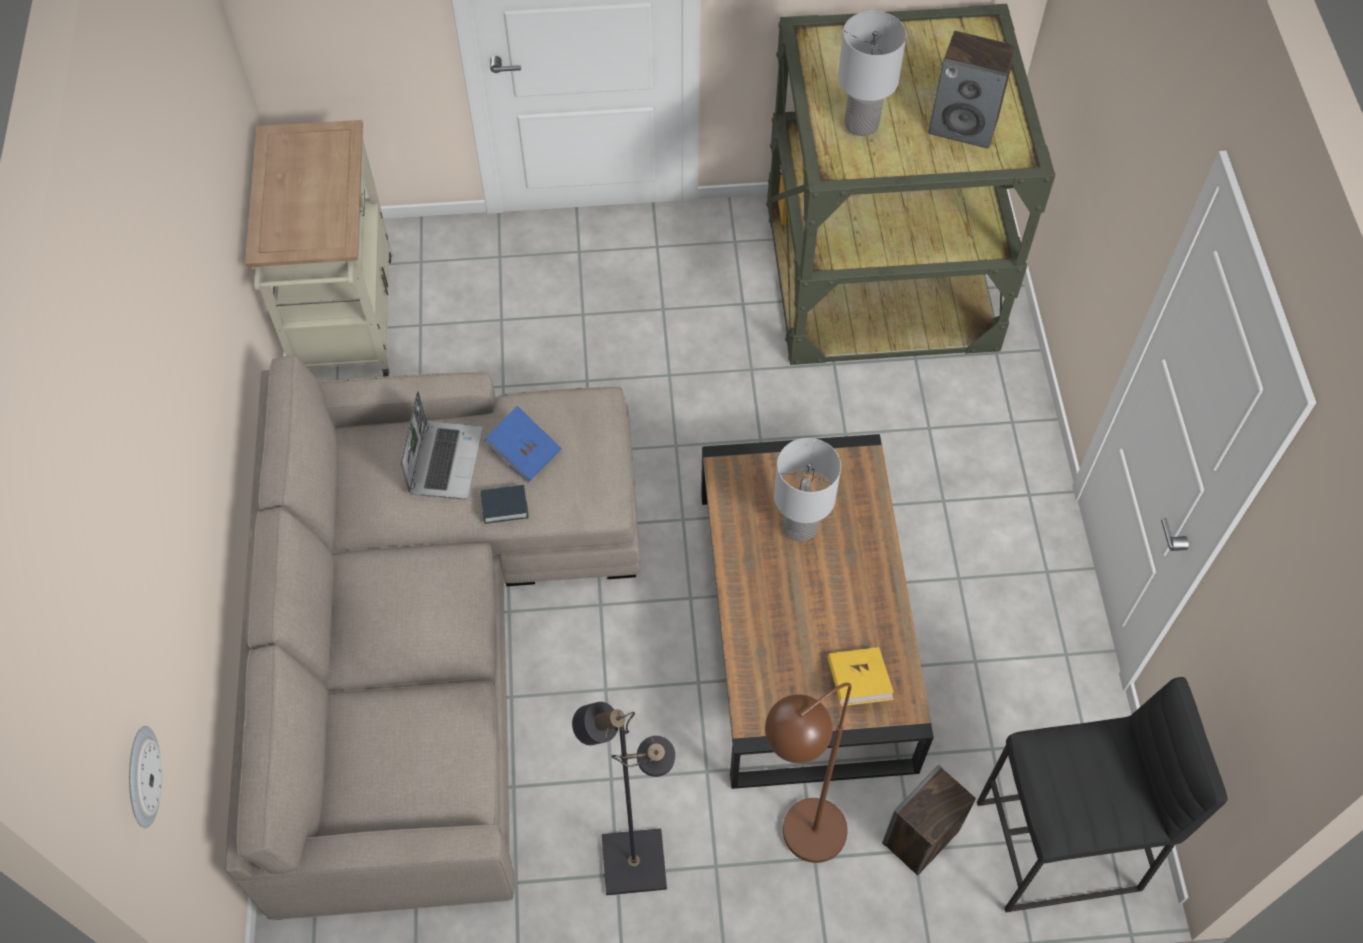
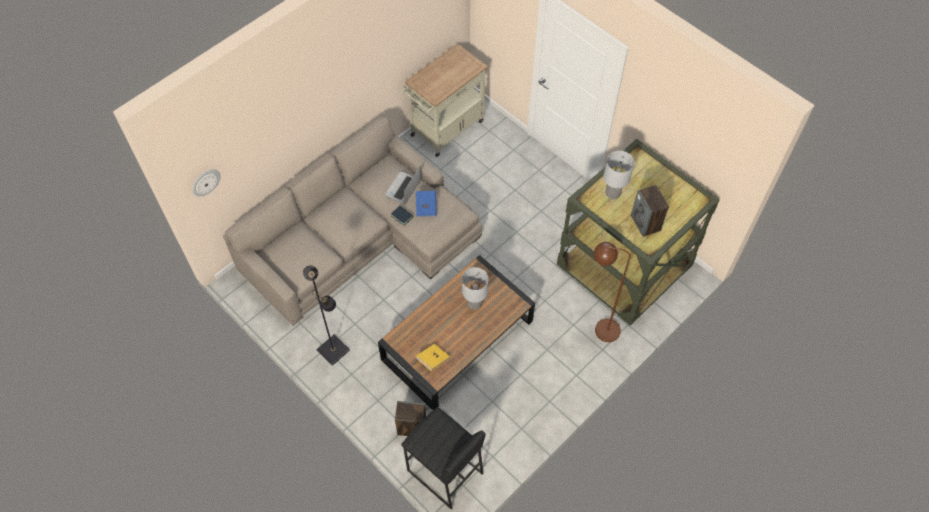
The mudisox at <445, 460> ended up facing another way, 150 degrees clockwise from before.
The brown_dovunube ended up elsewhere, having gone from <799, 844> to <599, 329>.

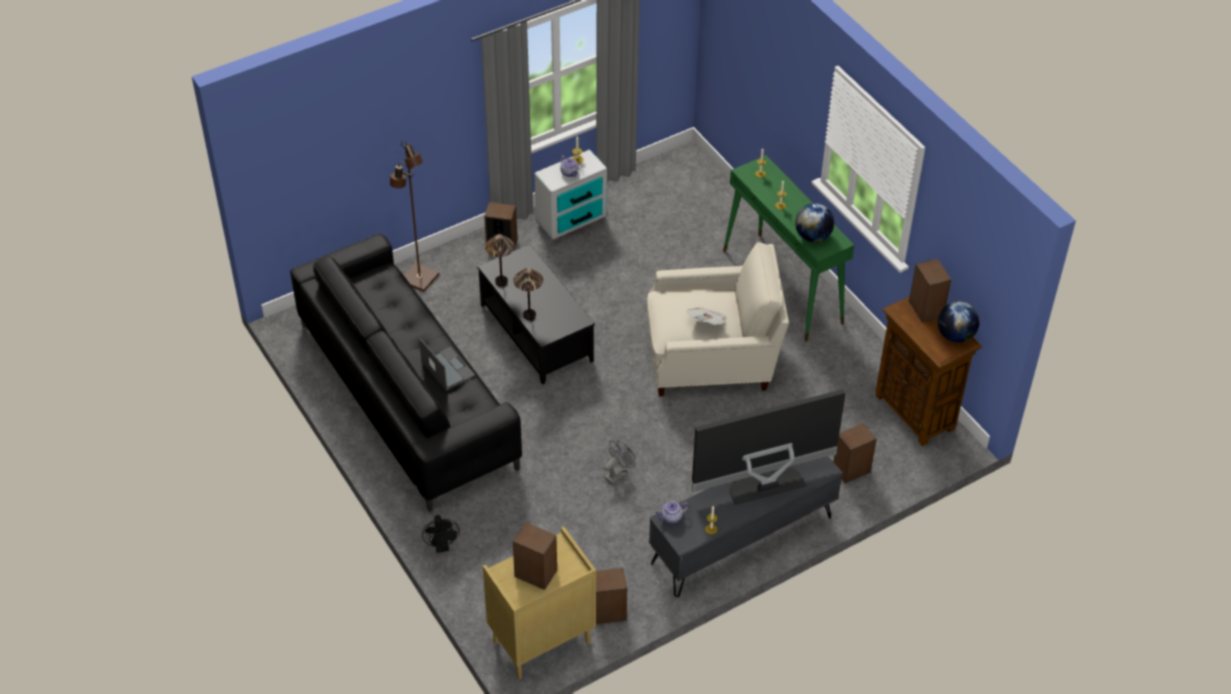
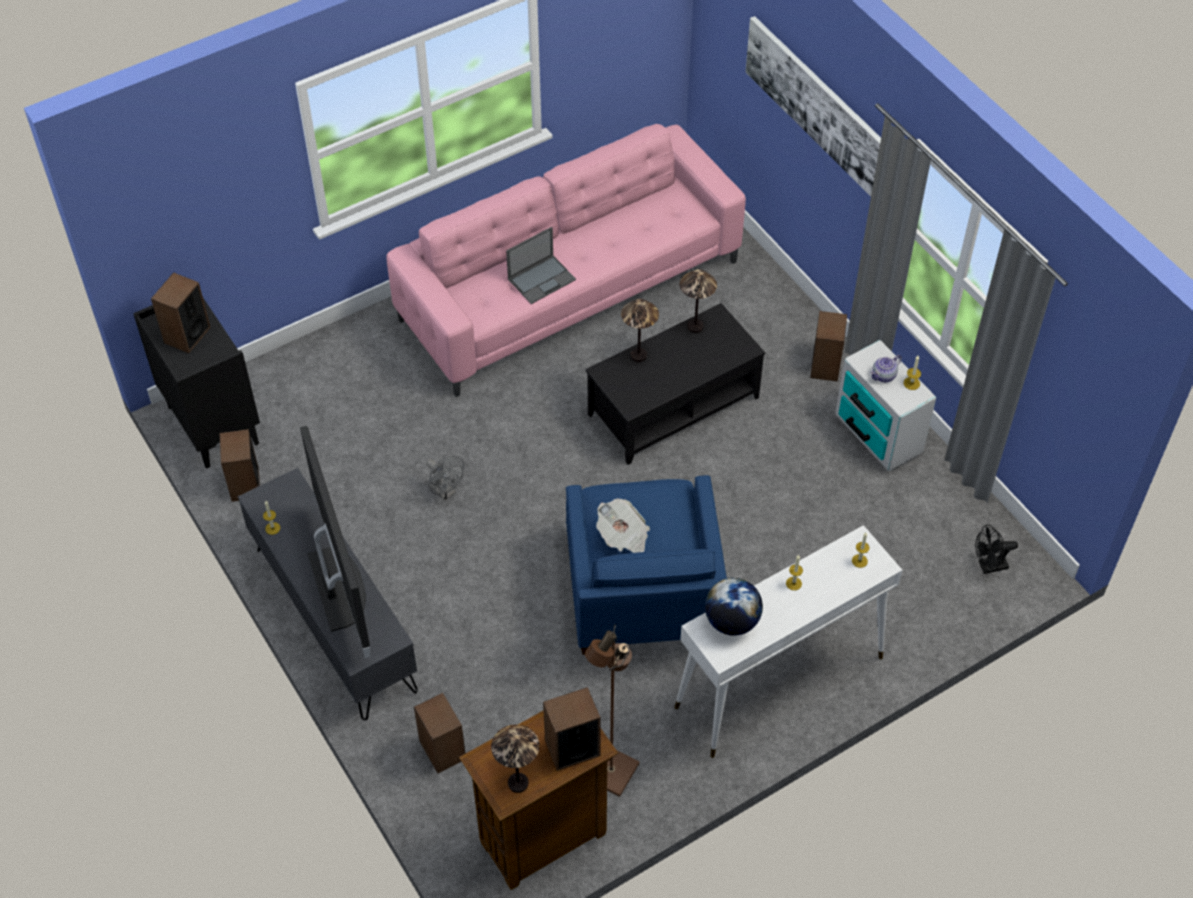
The brown_dovunube ended up elsewhere, having gone from <419, 278> to <611, 770>.
What was the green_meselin at <782, 287> turned into the white_meselin at <778, 683>.
What was the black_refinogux at <406, 395> turned into the pink_refinogux at <569, 290>.
What was the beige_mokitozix at <711, 355> turned into the blue_mokitozix at <643, 593>.
Where the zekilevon stood at <955, 336>, the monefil came to stand at <518, 783>.
The second view lost the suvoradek at <671, 517>.
The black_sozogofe ended up elsewhere, having gone from <442, 546> to <989, 566>.
What was the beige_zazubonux at <541, 642> turned into the black_zazubonux at <212, 424>.
The second view gained the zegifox at <814, 104>.

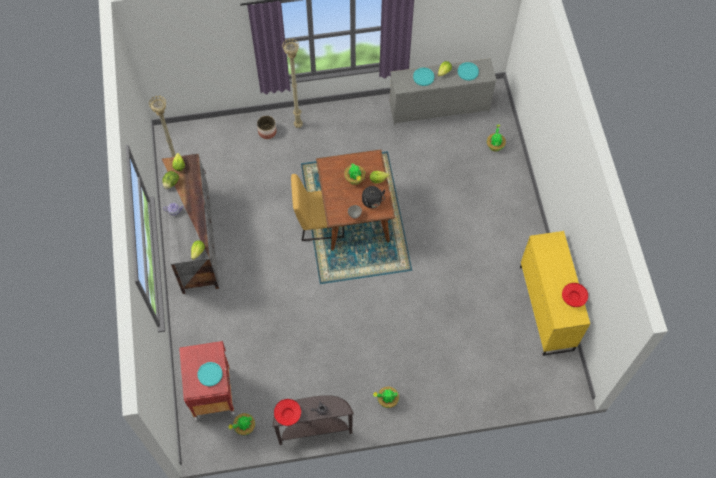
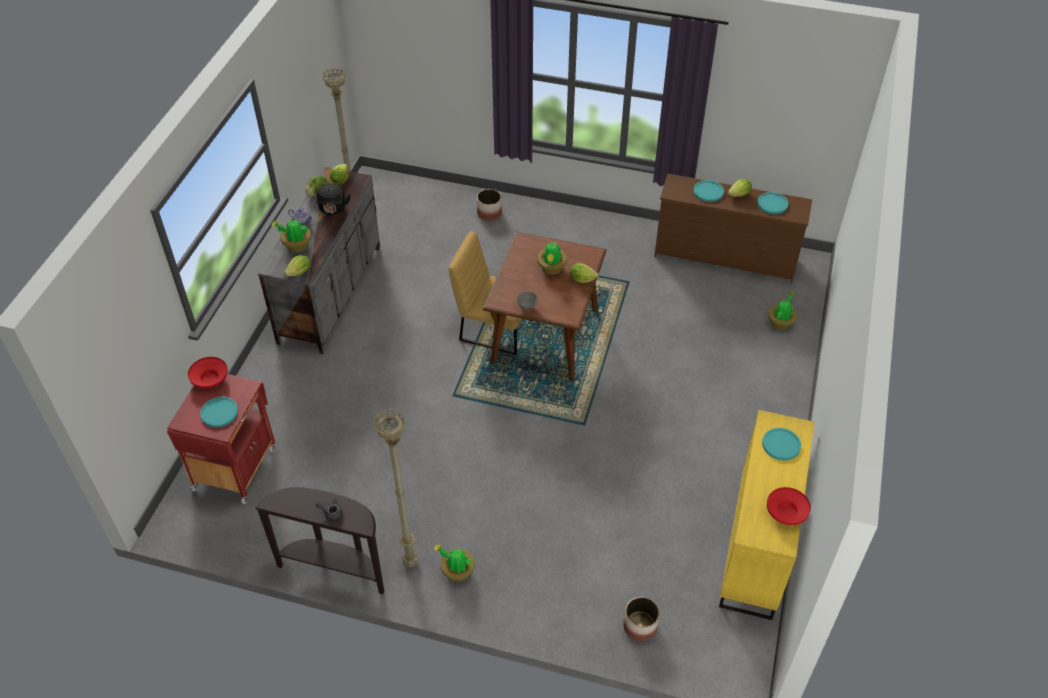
The beige_dovunube ended up elsewhere, having gone from <298, 126> to <411, 563>.
What was the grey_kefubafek at <439, 108> turned into the brown_kefubafek at <724, 258>.
The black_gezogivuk ended up elsewhere, having gone from <372, 202> to <333, 209>.
The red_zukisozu ended up elsewhere, having gone from <288, 414> to <210, 379>.
The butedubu ended up elsewhere, having gone from <244, 427> to <296, 246>.
The second view gained the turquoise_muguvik at <781, 445>.
The second view gained the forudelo at <640, 626>.

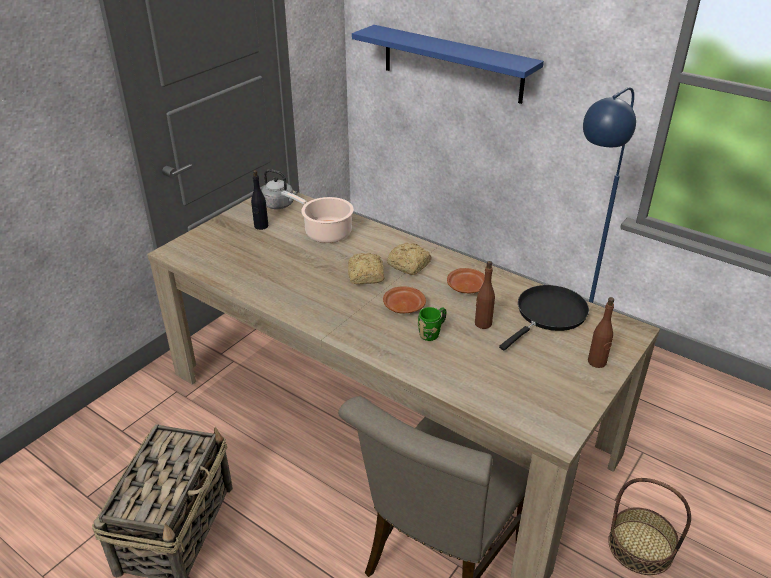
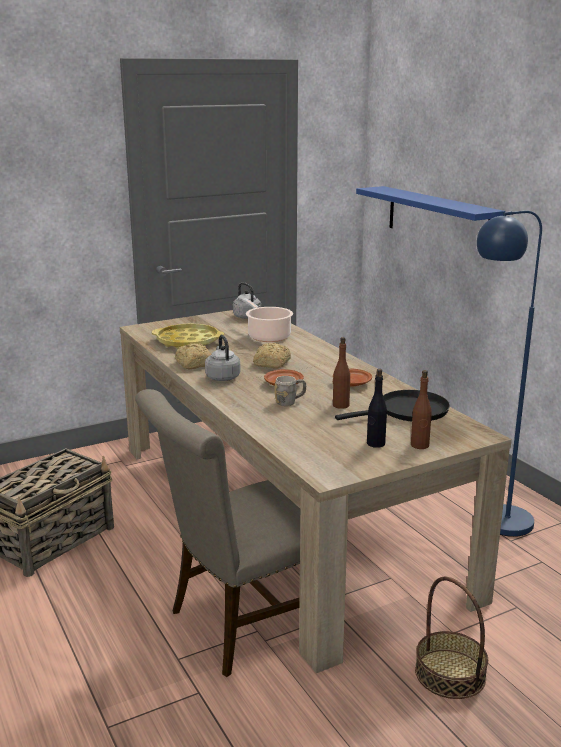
The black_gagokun ended up elsewhere, having gone from <261, 226> to <375, 444>.
The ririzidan ended up elsewhere, having gone from <409, 266> to <194, 364>.
What was the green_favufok at <432, 332> turned into the grey_favufok at <290, 402>.
The second view gained the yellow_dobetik at <188, 341>.
The second view gained the grey_gezogivuk at <222, 377>.

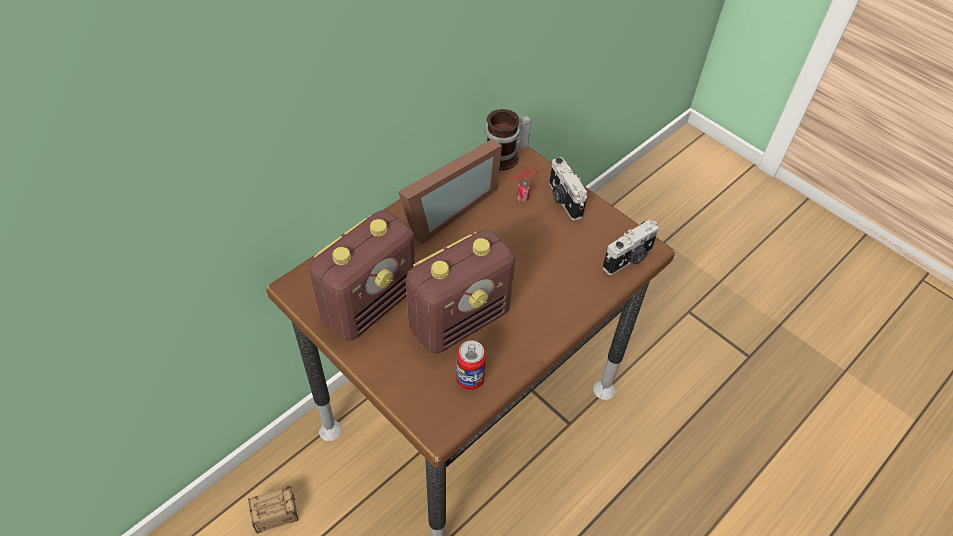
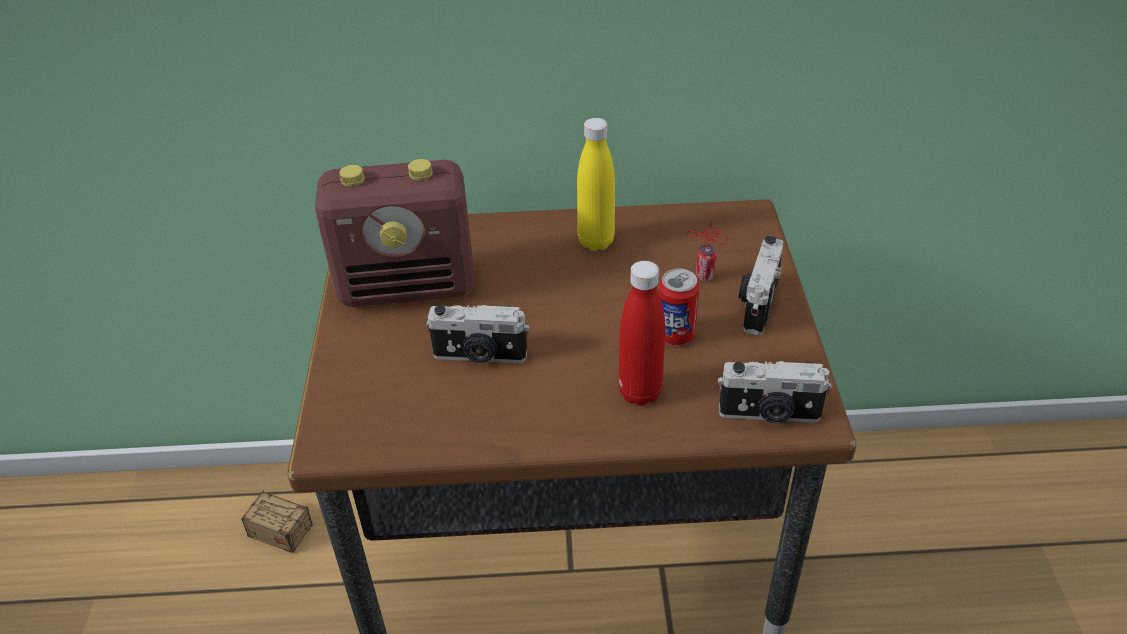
The second view lost the favufok at <505, 157>.
Where the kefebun stood at <444, 210>, the yellow_gagokun came to stand at <596, 241>.
Where the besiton stood at <460, 320>, the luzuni came to stand at <480, 356>.
The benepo ended up elsewhere, having gone from <470, 379> to <675, 335>.
The second view gained the red_gagokun at <640, 393>.

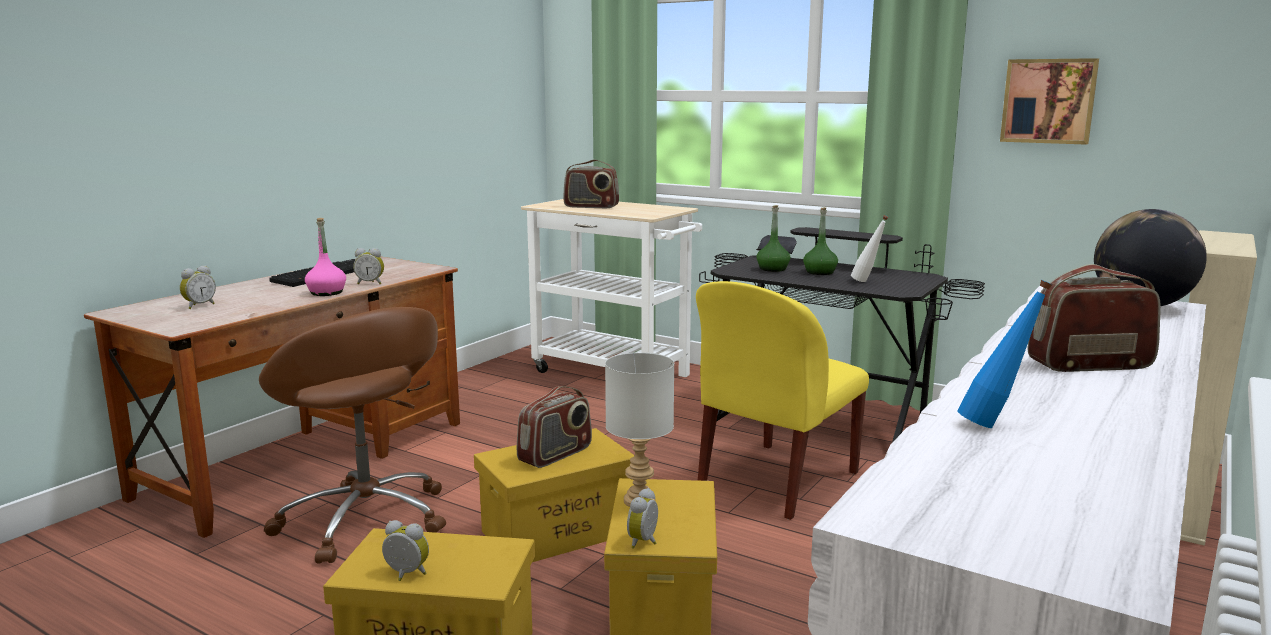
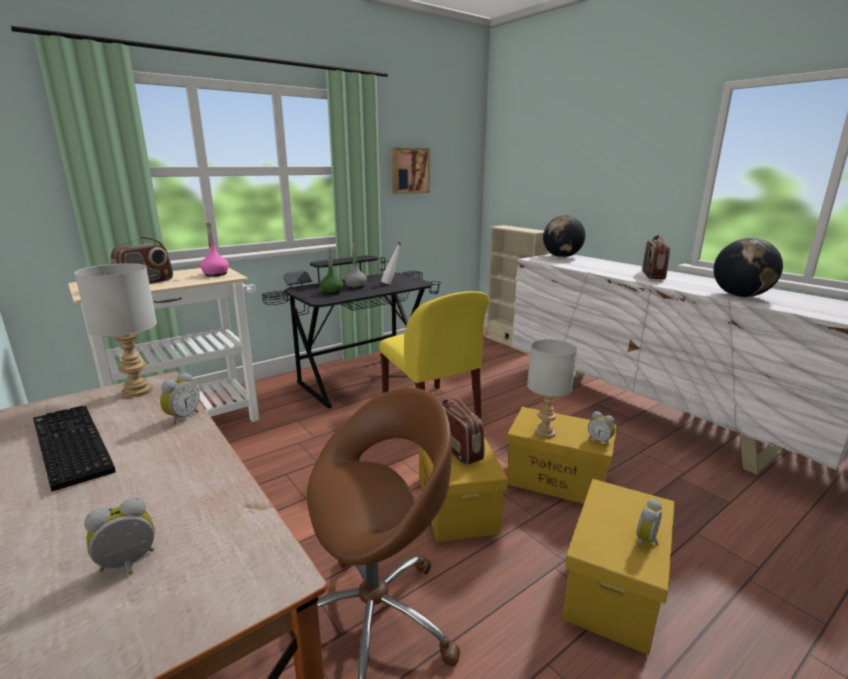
What was the green_gagokun at <819, 272> turned into the grey_gagokun at <356, 286>.
The pink_gagokun ended up elsewhere, having gone from <327, 293> to <216, 274>.
The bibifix at <199, 306> ended up facing another way, 90 degrees counterclockwise from before.
Where the blue_gagokun stood at <995, 425>, the zekilevon came to stand at <740, 296>.
The second view gained the grey_monefil at <139, 391>.

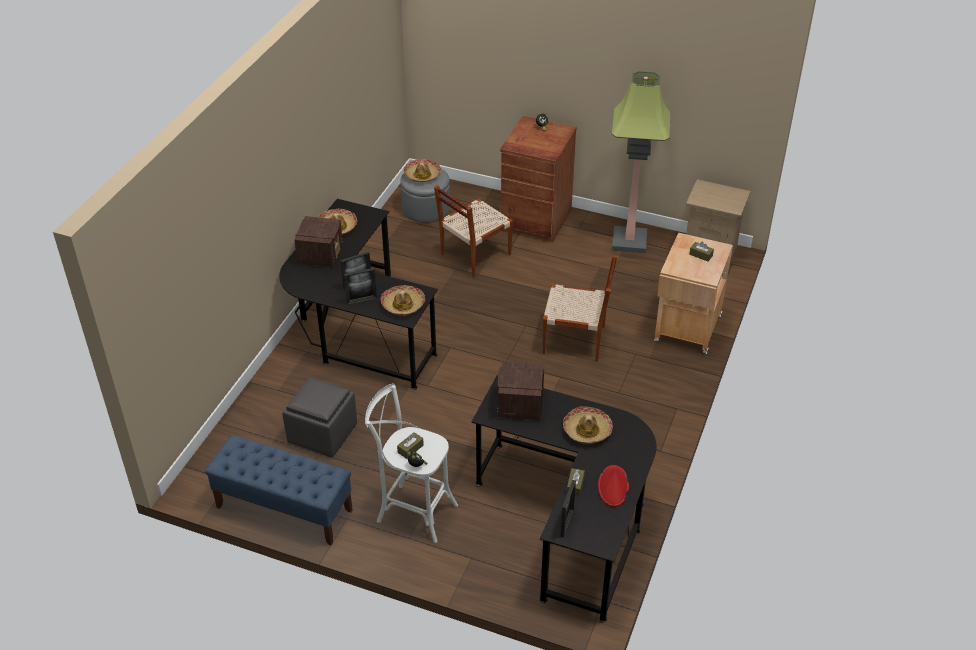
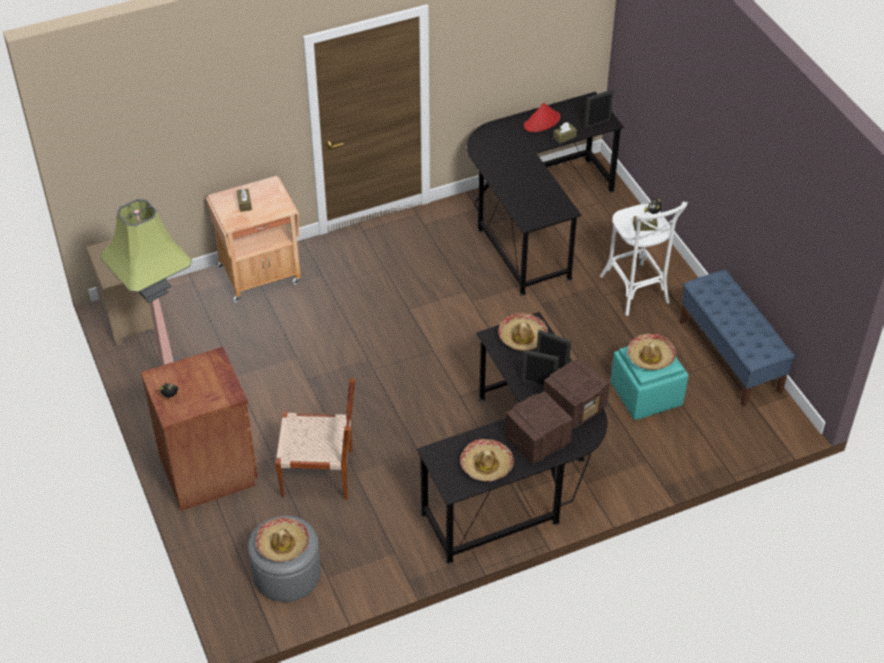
The second view lost the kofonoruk at <576, 341>.
The besiton ended up elsewhere, having gone from <520, 405> to <575, 406>.
What was the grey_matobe at <322, 434> turned into the turquoise_matobe at <647, 395>.
The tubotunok ended up elsewhere, having gone from <587, 430> to <651, 357>.

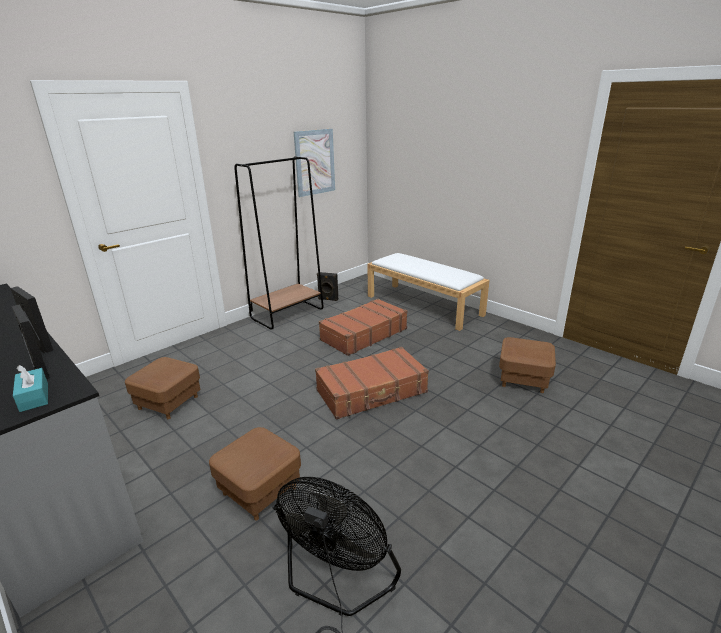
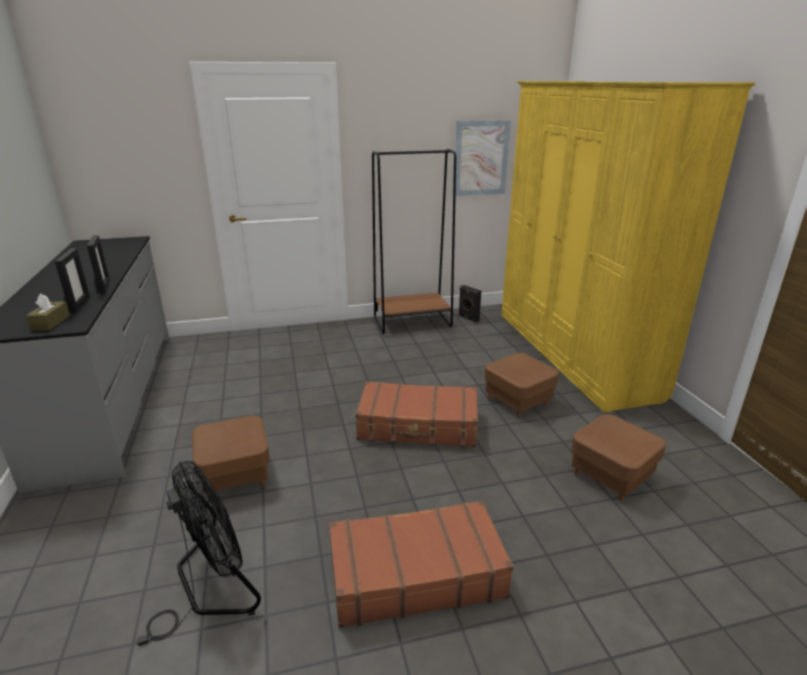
Where the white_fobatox stood at <424, 305>, the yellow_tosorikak came to stand at <572, 352>.
The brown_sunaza ended up elsewhere, having gone from <363, 334> to <415, 574>.
The brown_matobe ended up elsewhere, having gone from <169, 402> to <518, 401>.
What was the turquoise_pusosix at <34, 397> turned into the brown_pusosix at <51, 322>.

